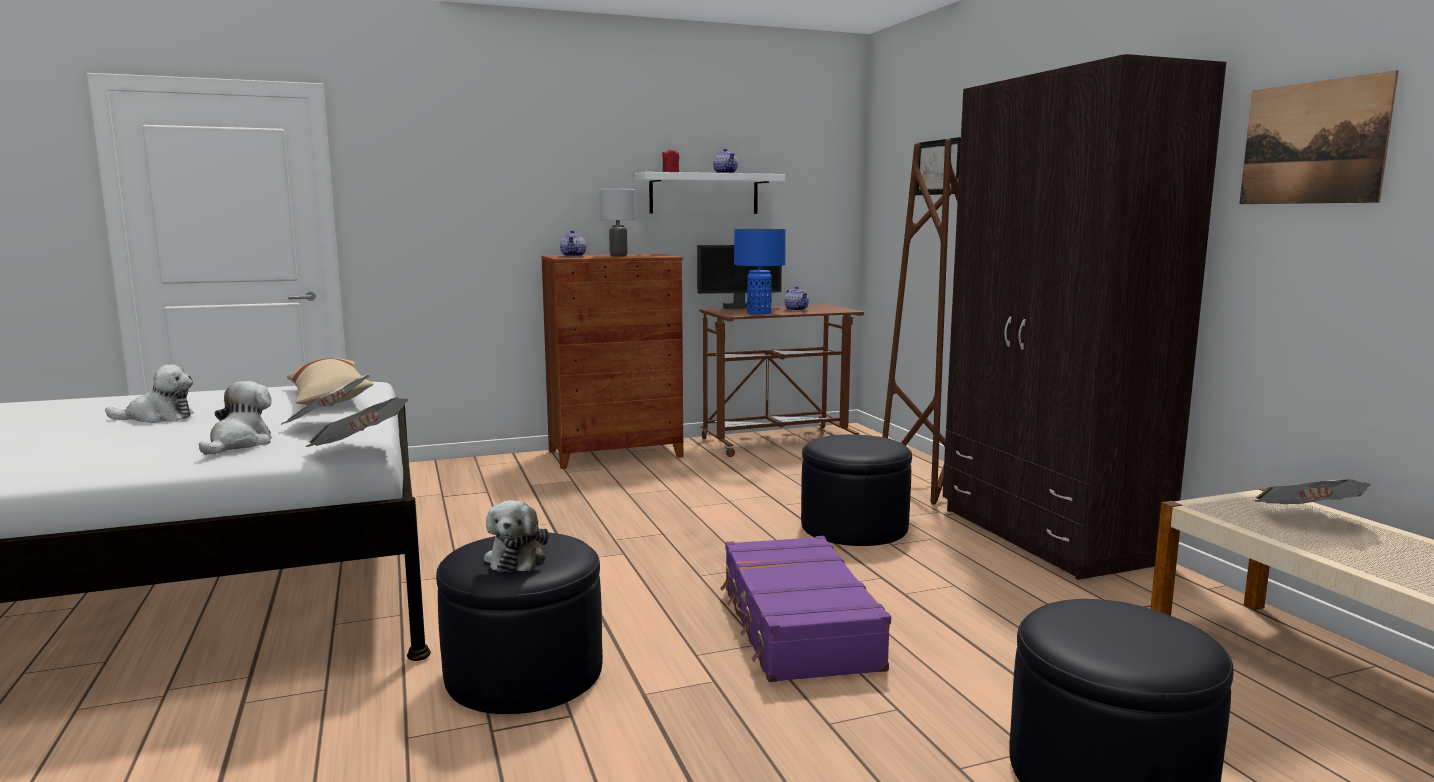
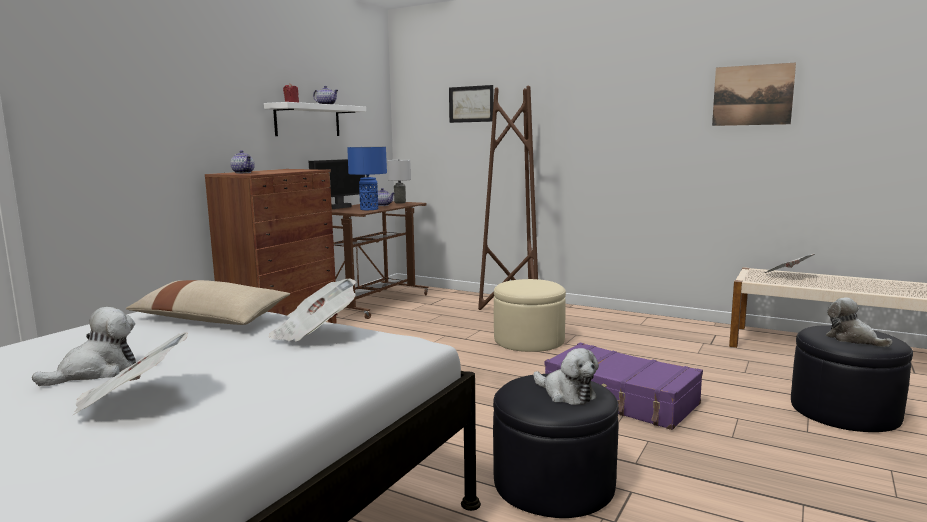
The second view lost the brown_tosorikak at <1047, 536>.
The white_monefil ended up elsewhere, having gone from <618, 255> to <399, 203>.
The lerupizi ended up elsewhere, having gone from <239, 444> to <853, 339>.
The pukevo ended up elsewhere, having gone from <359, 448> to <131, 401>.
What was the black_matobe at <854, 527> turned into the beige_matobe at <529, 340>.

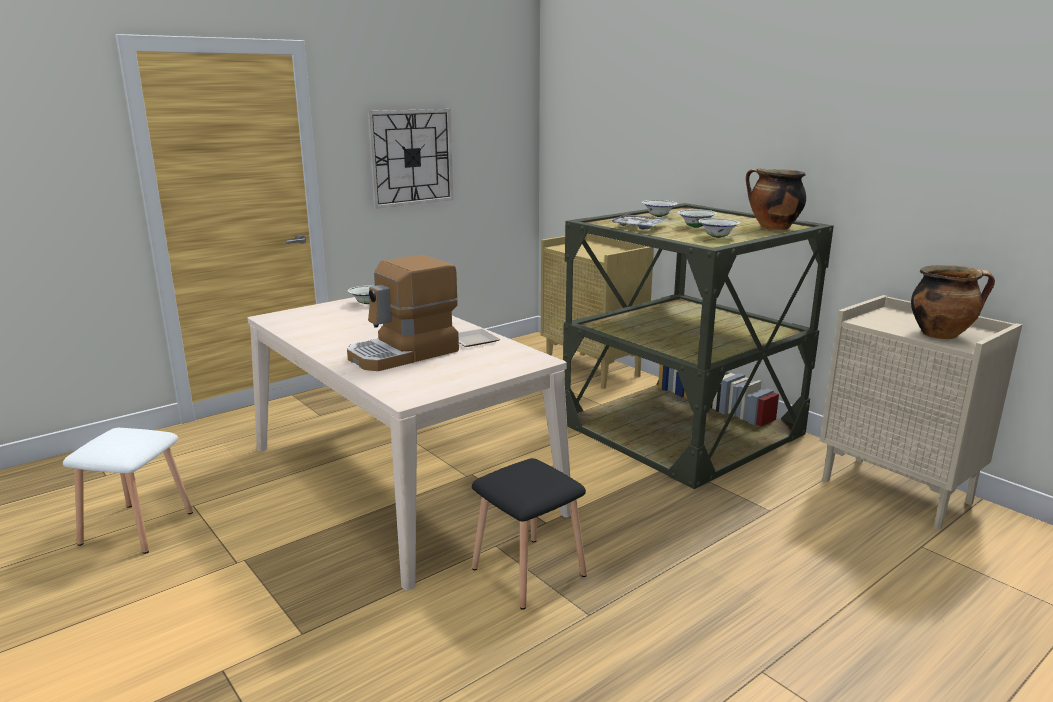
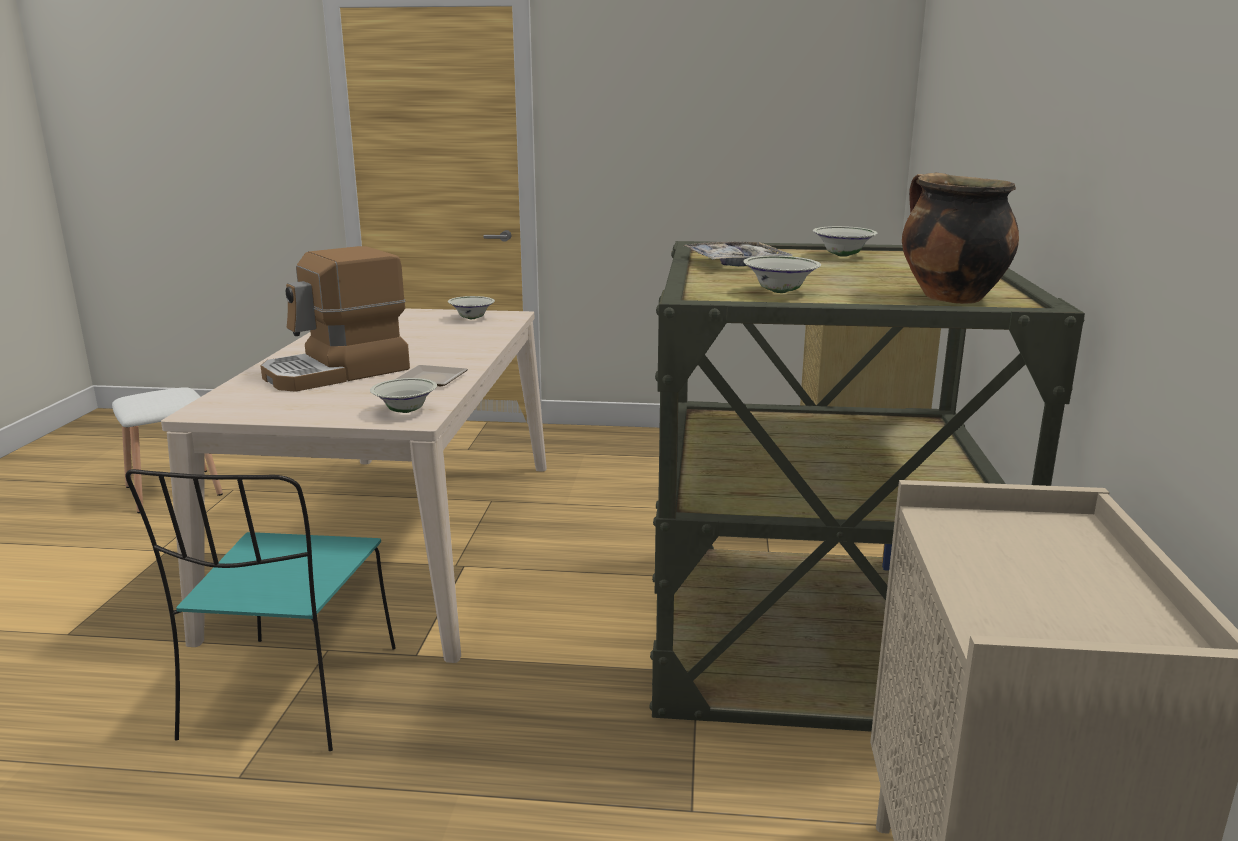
The second view lost the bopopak at <411, 157>.
The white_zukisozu ended up elsewhere, having gone from <696, 227> to <406, 411>.
The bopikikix at <404, 354> ended up facing another way, 45 degrees counterclockwise from before.
The second view lost the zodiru at <941, 335>.
Where the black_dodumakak stood at <528, 573>, the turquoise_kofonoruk came to stand at <290, 695>.

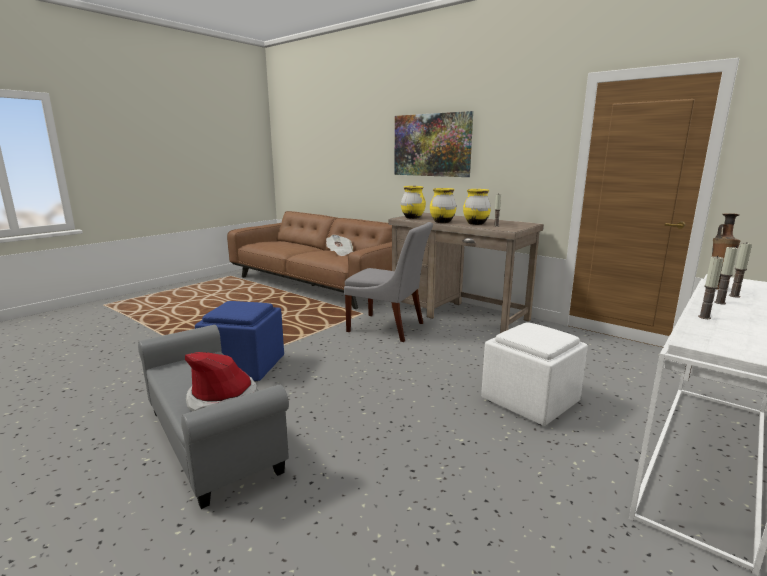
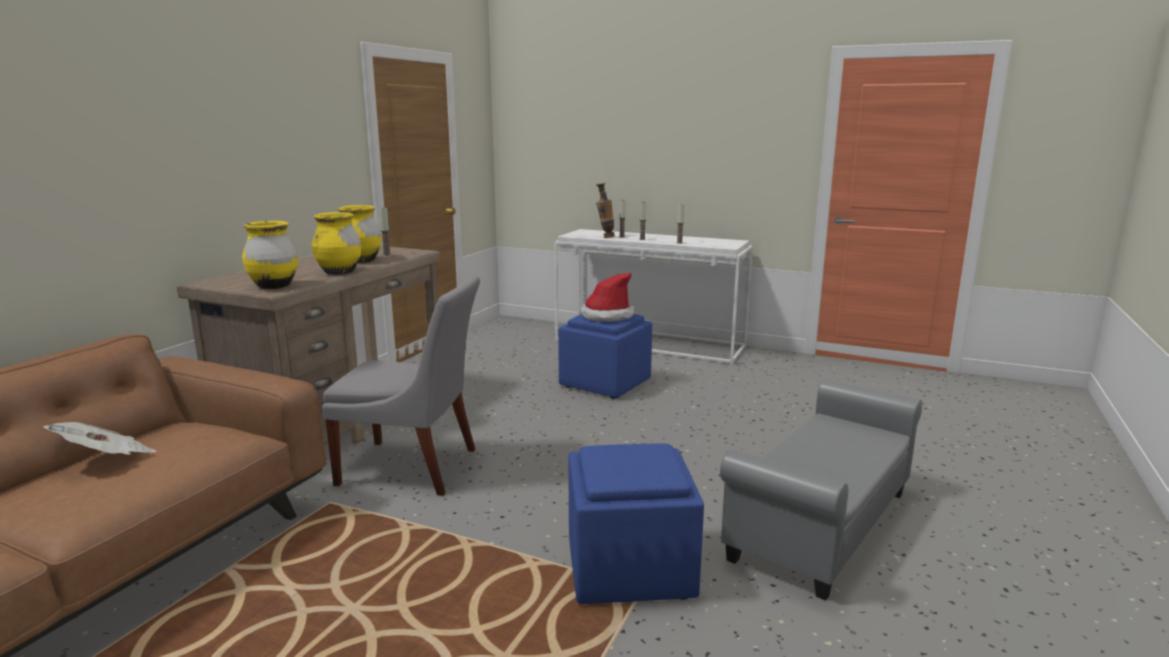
The second view lost the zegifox at <431, 145>.
The grey_kofonoruk at <389, 328> ended up facing another way, 90 degrees clockwise from before.
What was the white_matobe at <530, 402> turned into the blue_matobe at <606, 383>.
The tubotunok ended up elsewhere, having gone from <223, 399> to <607, 316>.

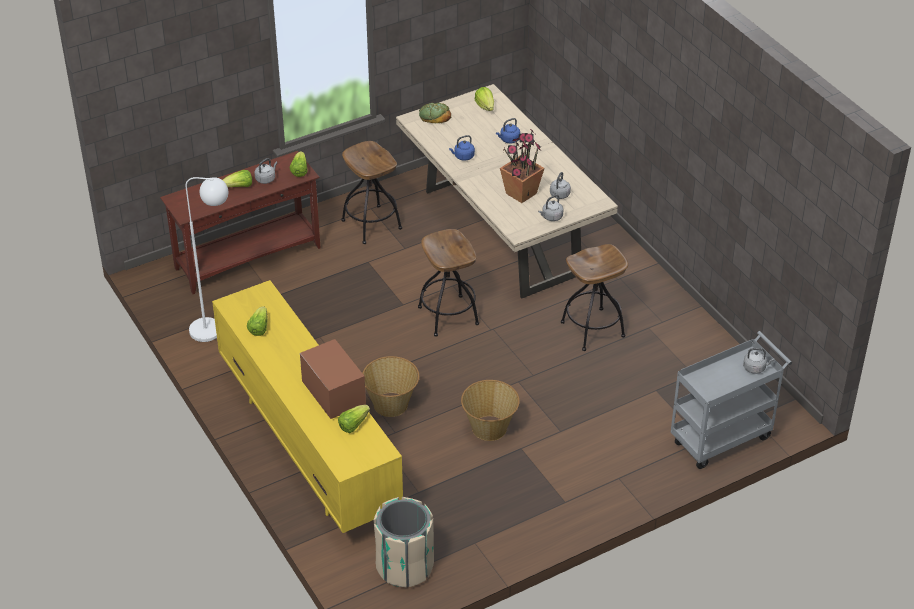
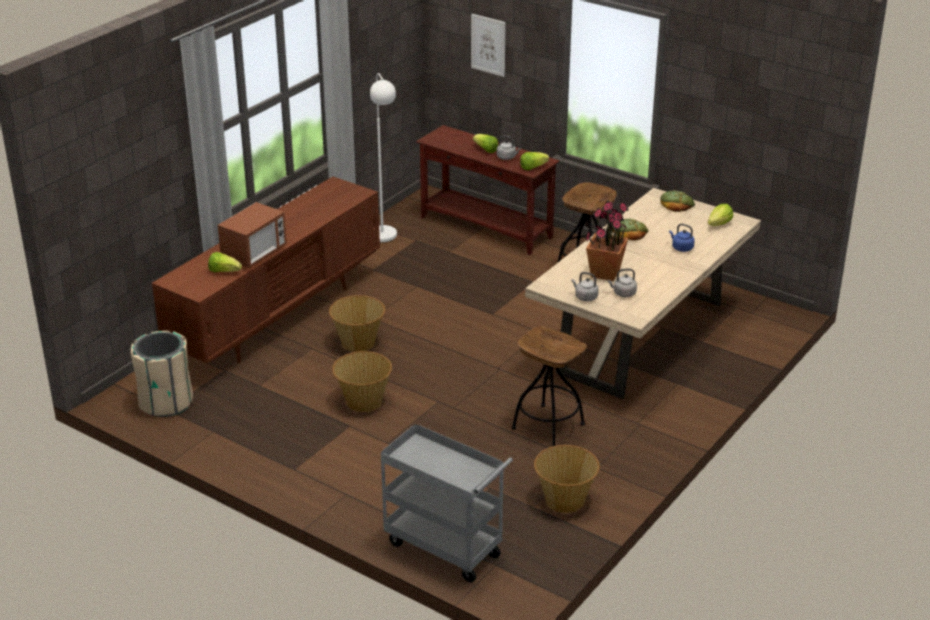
Where the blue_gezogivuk stood at <463, 157>, the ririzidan came to stand at <630, 232>.
The second view lost the brown_dodumakak at <448, 315>.
What was the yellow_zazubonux at <307, 448> turned into the brown_zazubonux at <277, 318>.
The second view lost the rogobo at <259, 328>.
The second view lost the grey_gezogivuk at <755, 368>.
The second view gained the zegifox at <488, 45>.
The second view gained the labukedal at <565, 500>.

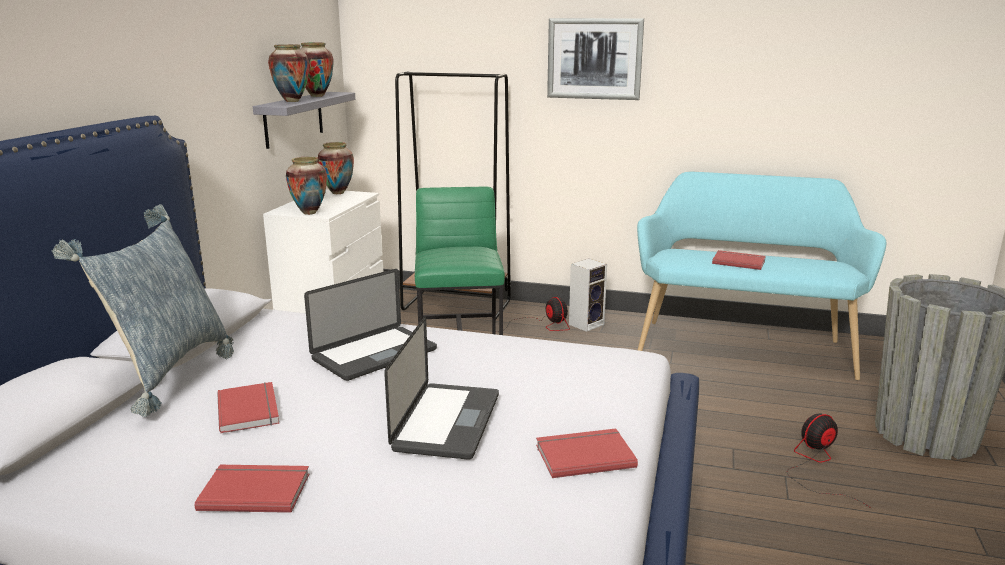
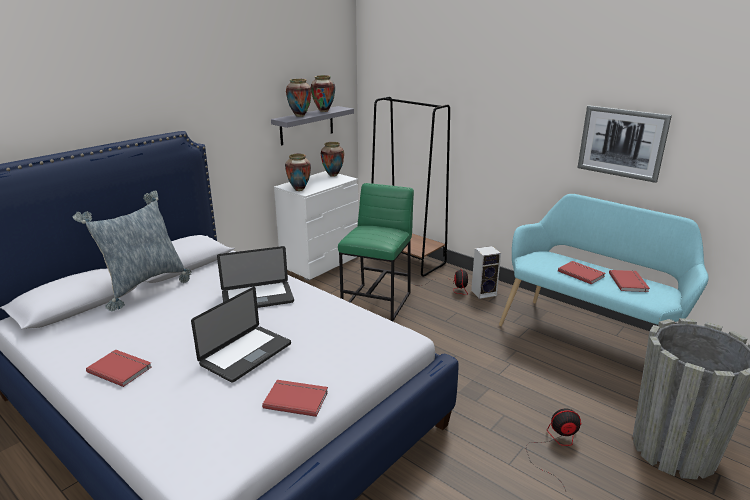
The zegifox ended up elsewhere, having gone from <594, 59> to <622, 142>.
The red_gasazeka ended up elsewhere, having gone from <250, 409> to <629, 282>.

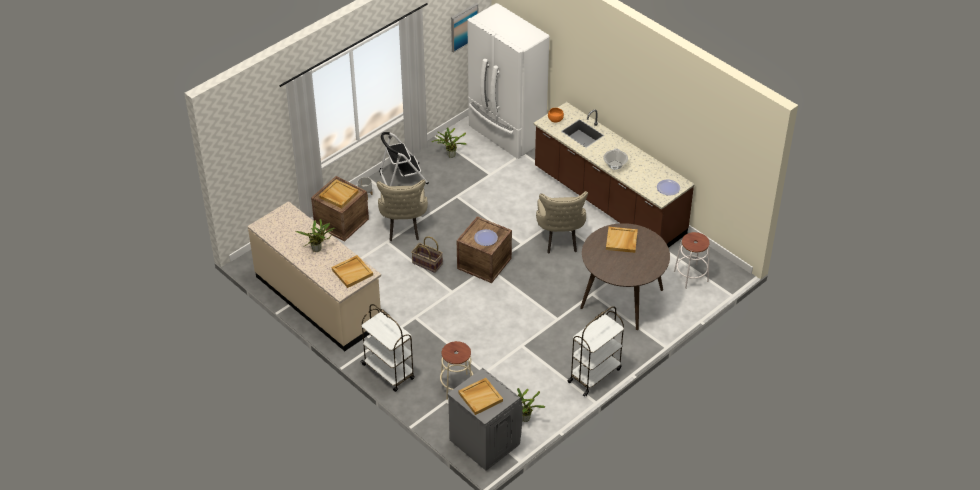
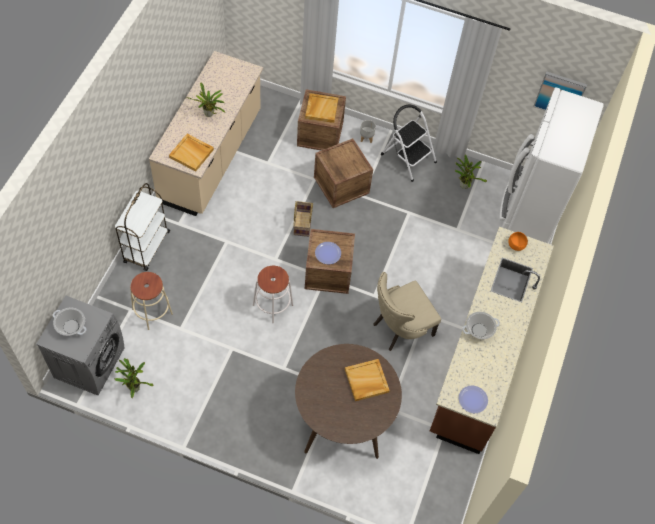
Where the beige_kofonoruk stood at <404, 227>, the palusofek came to stand at <341, 185>.
The white_dodumakak ended up elsewhere, having gone from <691, 276> to <273, 305>.
The second view lost the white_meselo at <595, 375>.
Where the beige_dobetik stood at <480, 397>, the zodiru came to stand at <71, 326>.

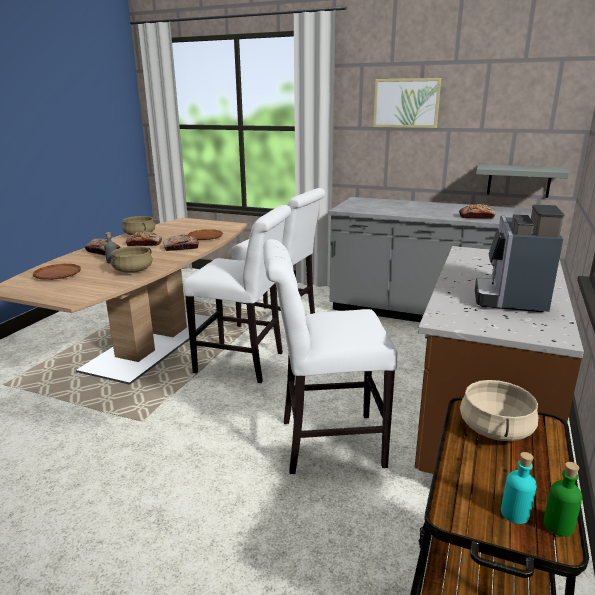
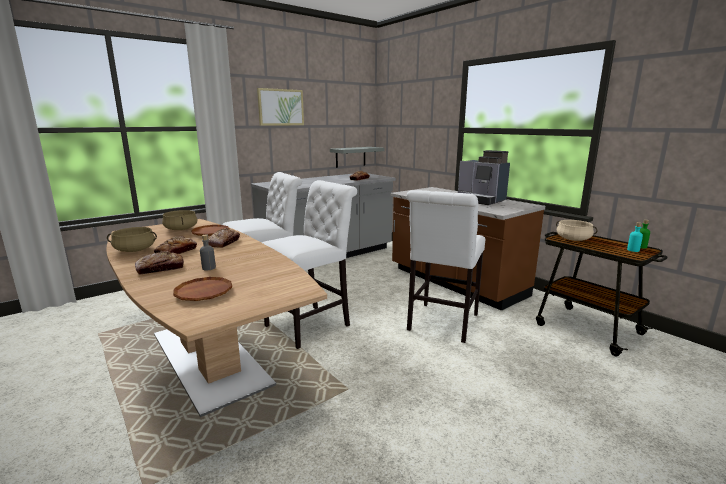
The beige_zodiru ended up elsewhere, having gone from <133, 271> to <181, 229>.

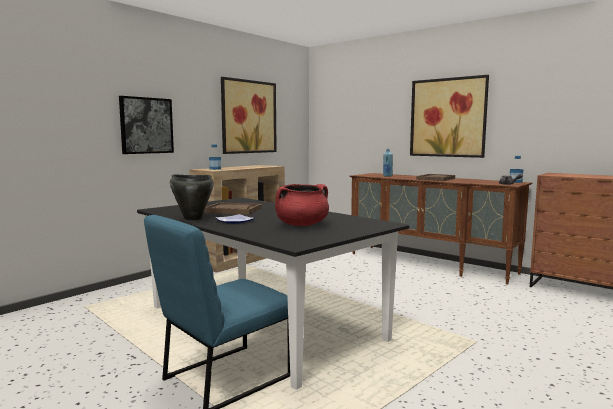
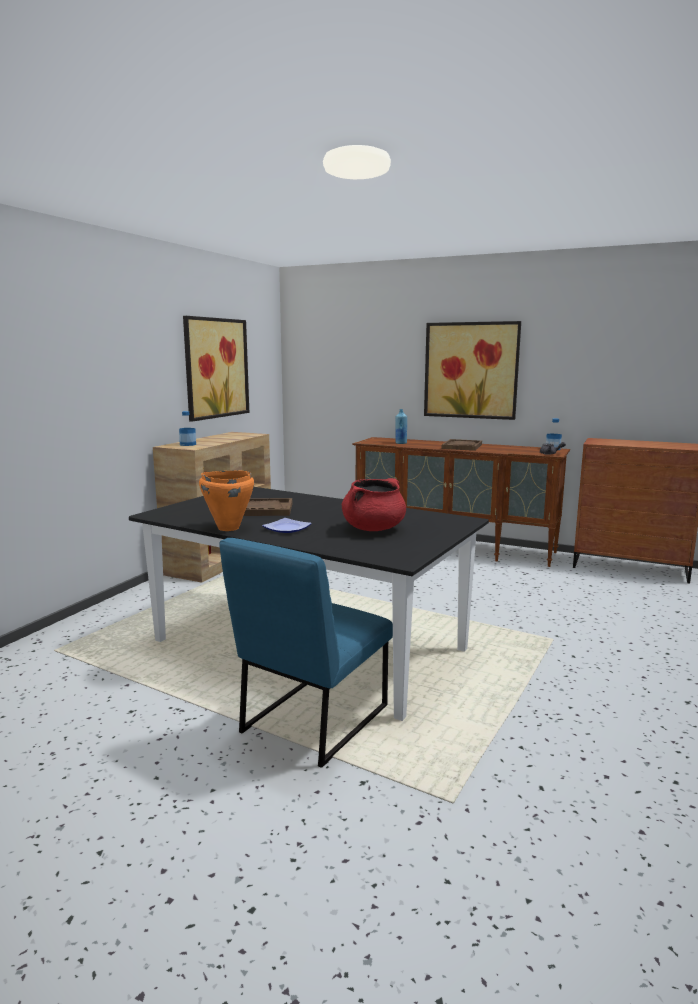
The second view lost the zegifox at <146, 125>.
What was the black_zodiru at <192, 219> turned into the orange_zodiru at <228, 528>.

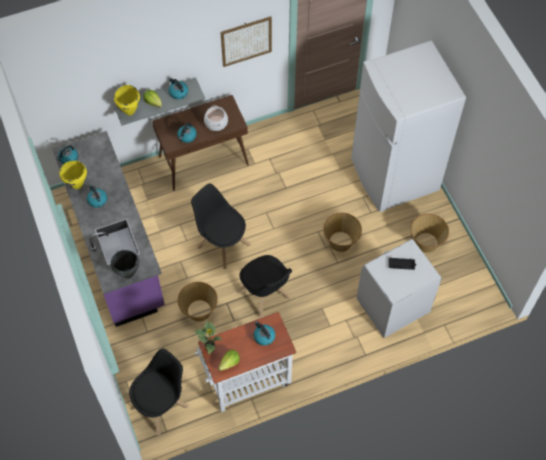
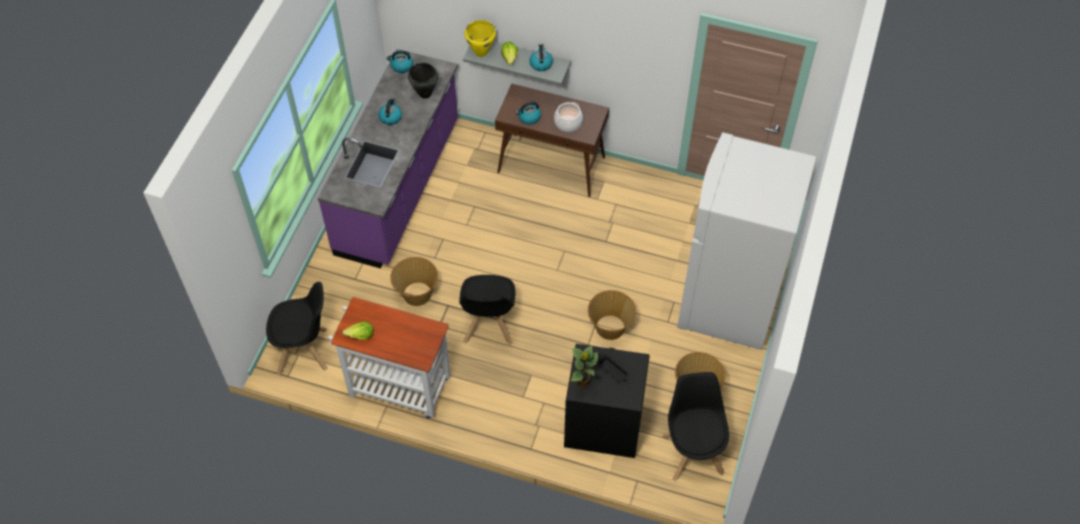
The second view lost the zegifox at <246, 40>.
The second view lost the yellow_zodiru at <77, 185>.
The black_kofonoruk ended up elsewhere, having gone from <221, 244> to <692, 451>.
What was the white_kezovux at <392, 304> turned into the black_kezovux at <603, 422>.
The black_zodiru ended up elsewhere, having gone from <128, 274> to <425, 94>.
The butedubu ended up elsewhere, having gone from <210, 349> to <582, 383>.
The second view lost the gezogivuk at <264, 336>.

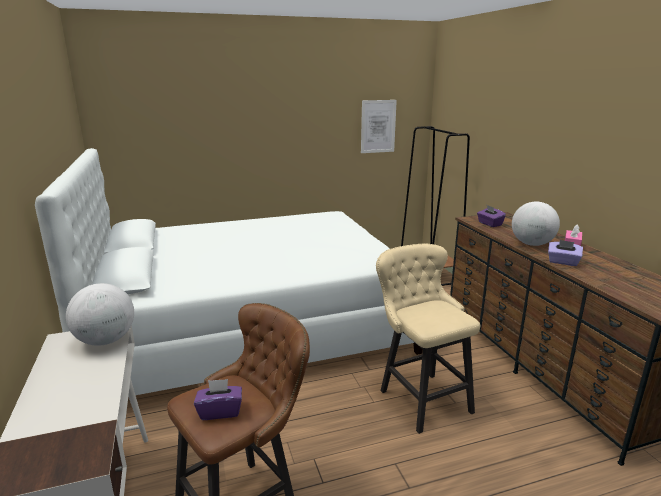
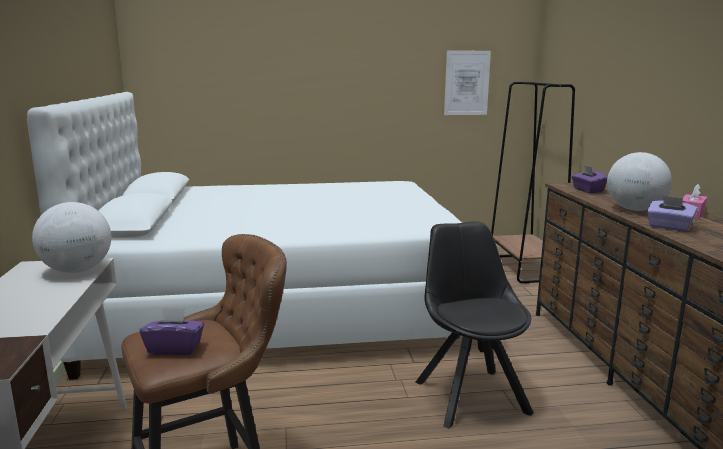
Where the beige_dodumakak stood at <419, 394>, the black_kofonoruk came to stand at <470, 395>.

